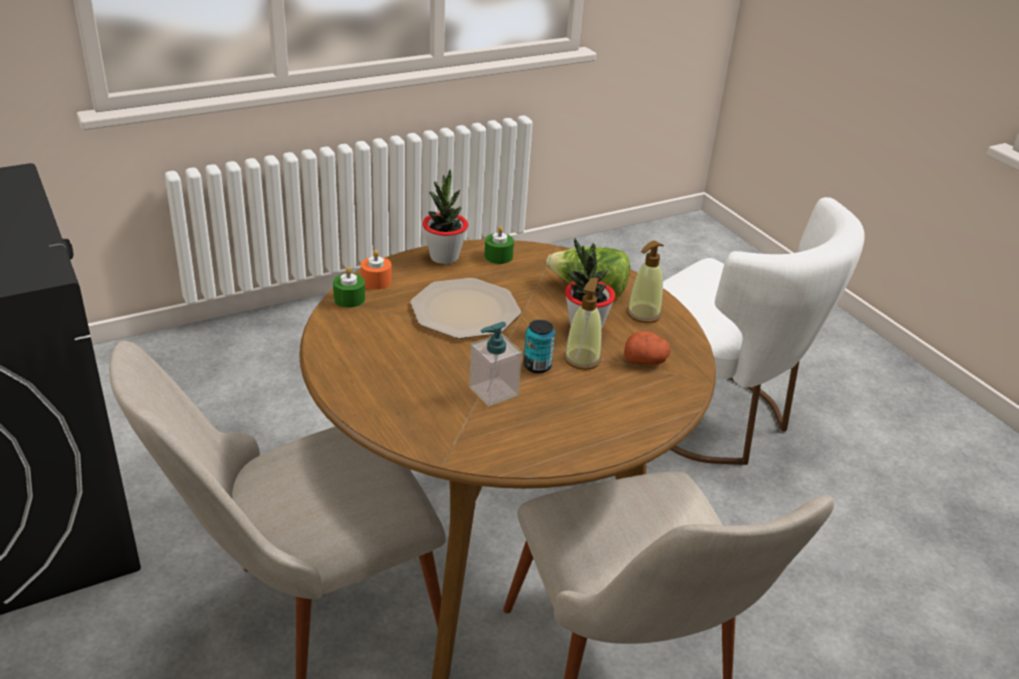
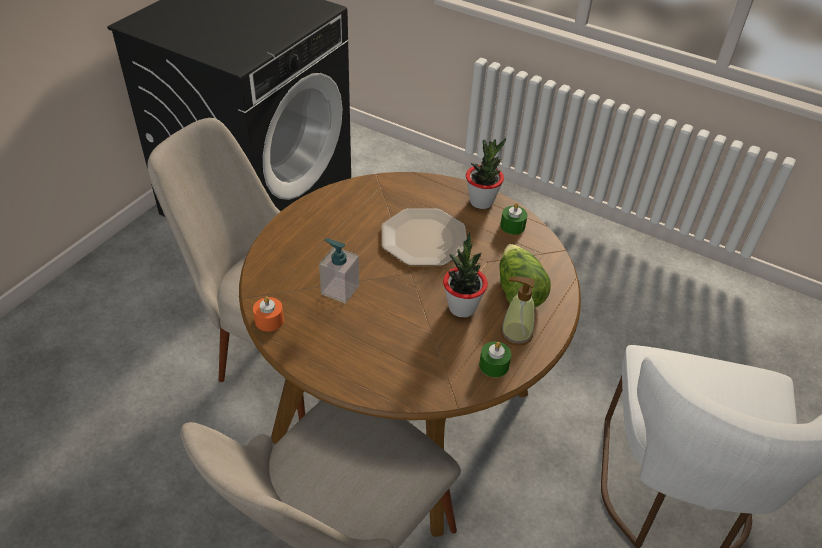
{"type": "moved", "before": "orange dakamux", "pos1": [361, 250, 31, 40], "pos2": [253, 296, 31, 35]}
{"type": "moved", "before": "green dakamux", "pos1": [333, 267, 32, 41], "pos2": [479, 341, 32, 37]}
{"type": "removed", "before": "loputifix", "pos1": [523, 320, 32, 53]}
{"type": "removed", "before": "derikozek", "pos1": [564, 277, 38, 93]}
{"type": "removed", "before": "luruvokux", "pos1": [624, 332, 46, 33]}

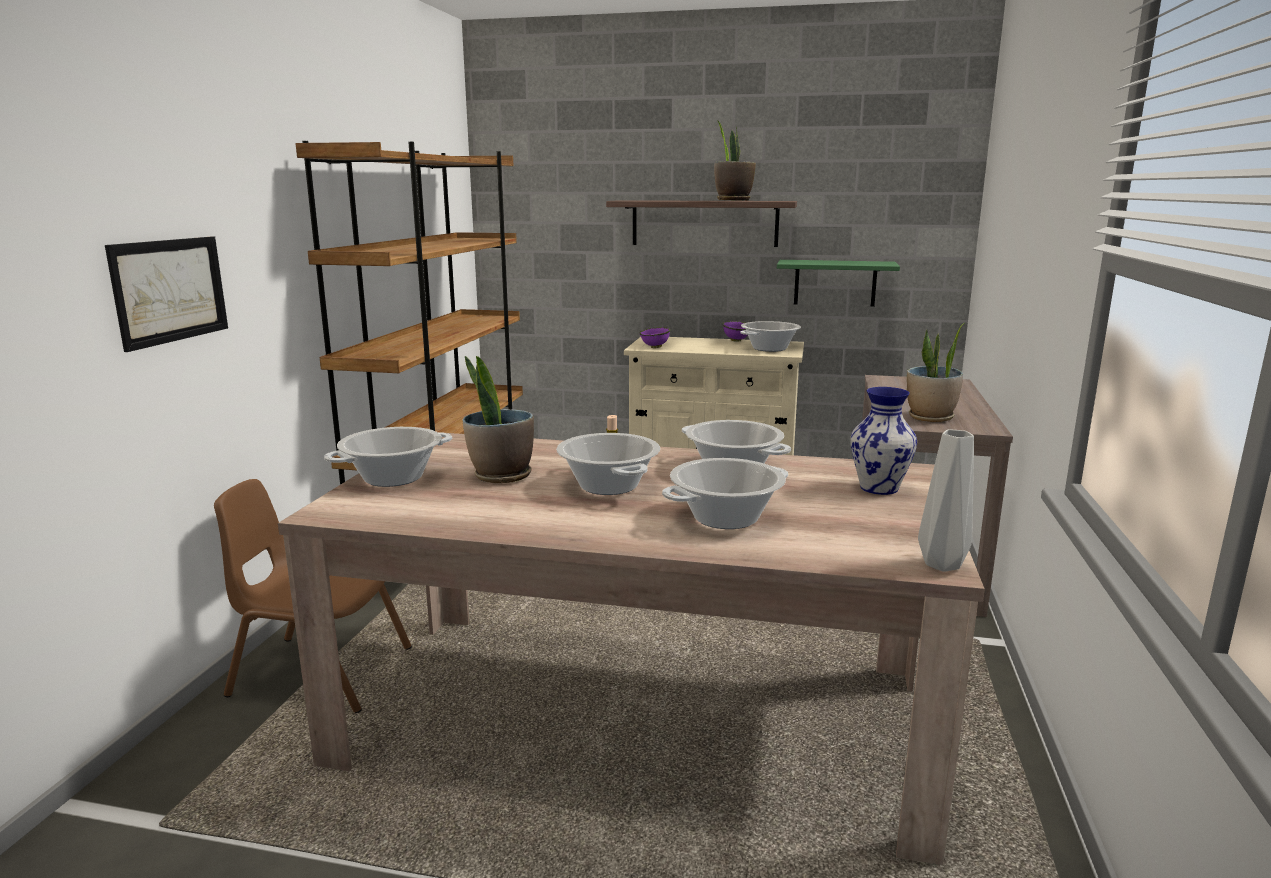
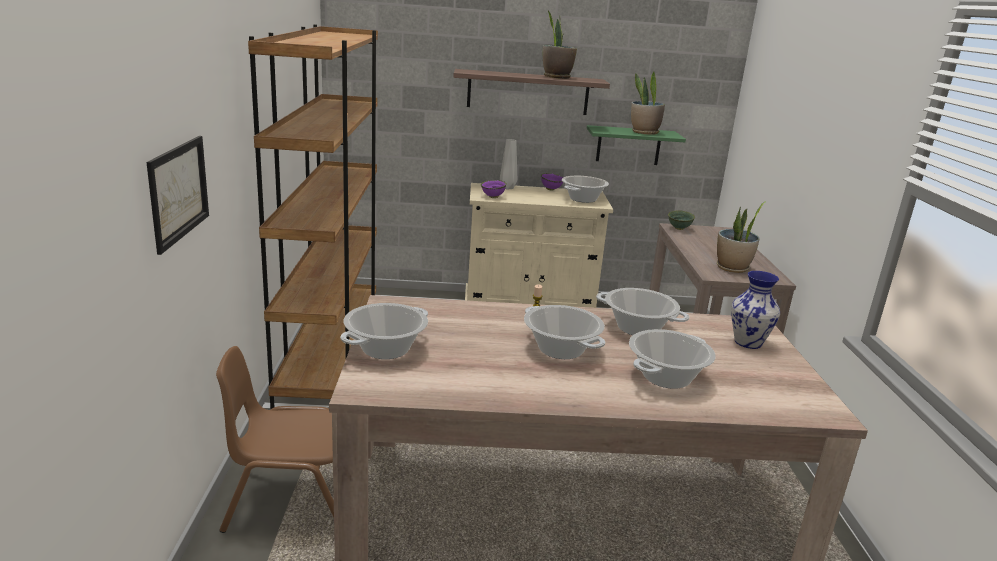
{"type": "moved", "before": "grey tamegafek", "pos1": [918, 429, 56, 143], "pos2": [500, 139, 17, 50]}
{"type": "moved", "before": "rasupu", "pos1": [463, 356, 71, 127], "pos2": [631, 72, 34, 63]}
{"type": "added", "after": "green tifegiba", "pos2": [668, 210, 27, 20]}

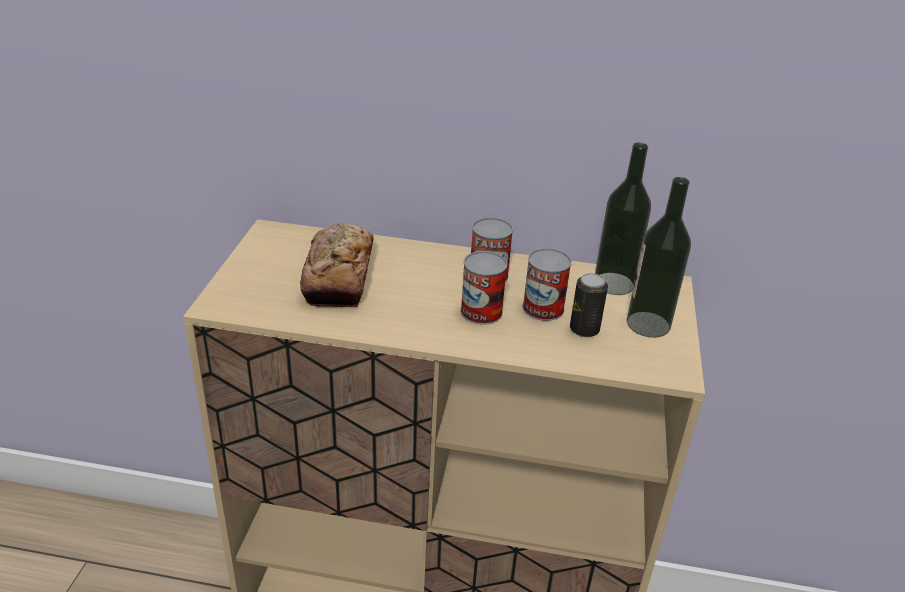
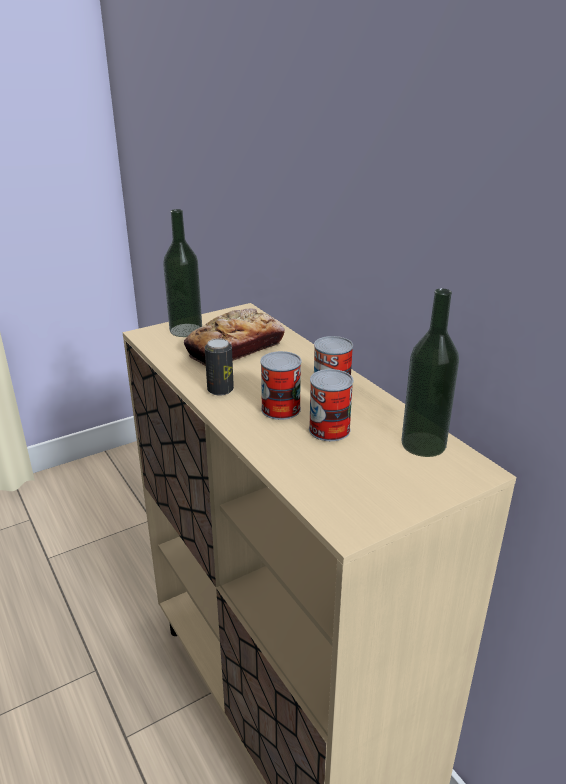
{"type": "moved", "before": "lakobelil", "pos1": [627, 177, 64, 161], "pos2": [163, 209, 39, 128]}
{"type": "moved", "before": "loputifix", "pos1": [570, 273, 38, 64], "pos2": [205, 338, 29, 58]}

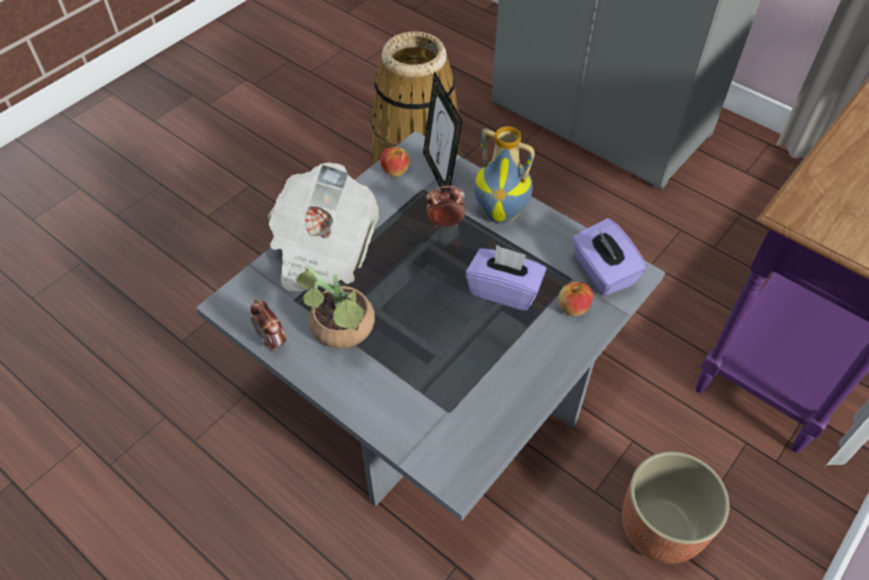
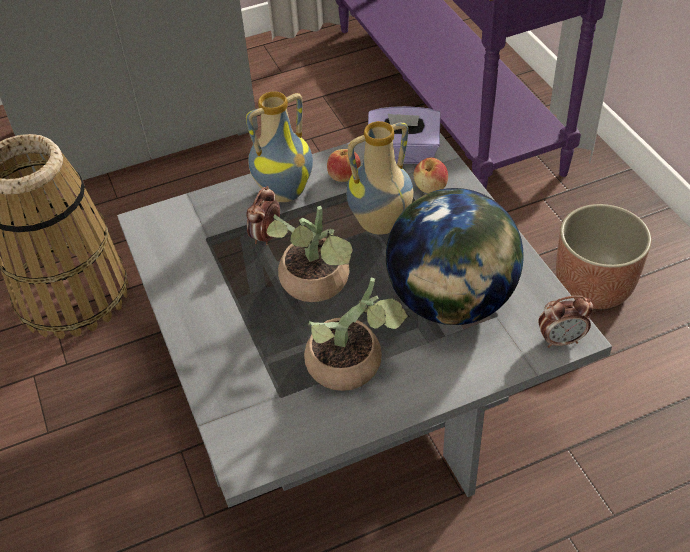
{"type": "added", "after": "rasupu", "pos2": [267, 206, 86, 96]}
{"type": "moved", "before": "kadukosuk", "pos1": [380, 147, 30, 30], "pos2": [327, 149, 34, 33]}
{"type": "replaced", "before": "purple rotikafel", "after": "tamegafek", "pos1": [465, 245, 81, 66], "pos2": [346, 121, 67, 114]}
{"type": "added", "after": "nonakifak", "pos2": [386, 188, 138, 137]}
{"type": "moved", "before": "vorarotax", "pos1": [250, 299, 36, 54], "pos2": [538, 296, 55, 52]}
{"type": "removed", "before": "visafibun", "pos1": [268, 163, 111, 128]}
{"type": "removed", "before": "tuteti", "pos1": [423, 71, 40, 120]}

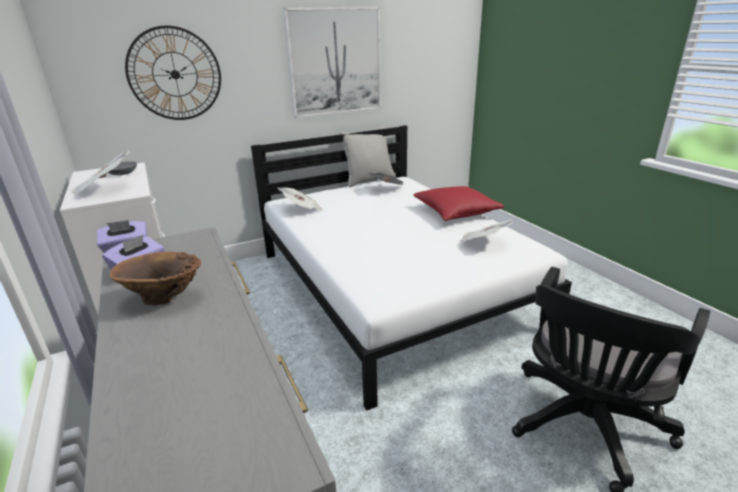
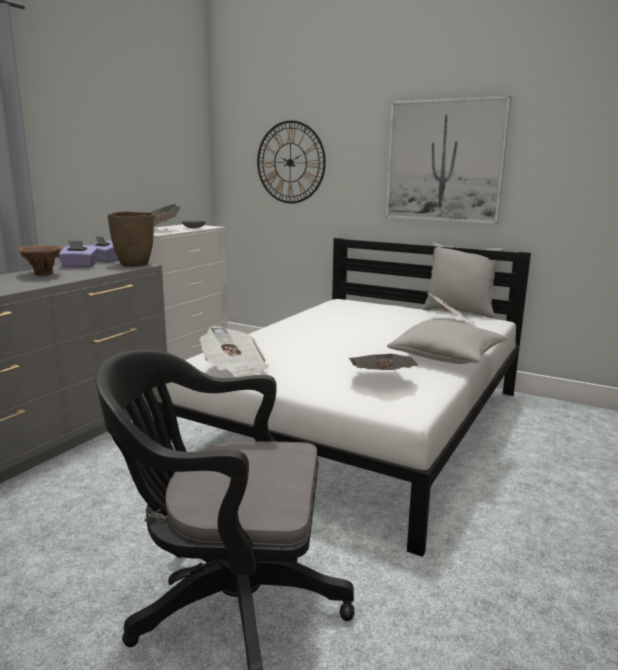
{"type": "added", "after": "brown tamegafek", "pos2": [108, 211, 46, 56]}
{"type": "moved", "before": "visafibun", "pos1": [278, 187, 45, 24], "pos2": [200, 326, 69, 51]}
{"type": "recoloured", "before": "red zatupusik", "after": "grey zatupusik", "pos1": [413, 186, 91, 35], "pos2": [387, 319, 121, 45]}

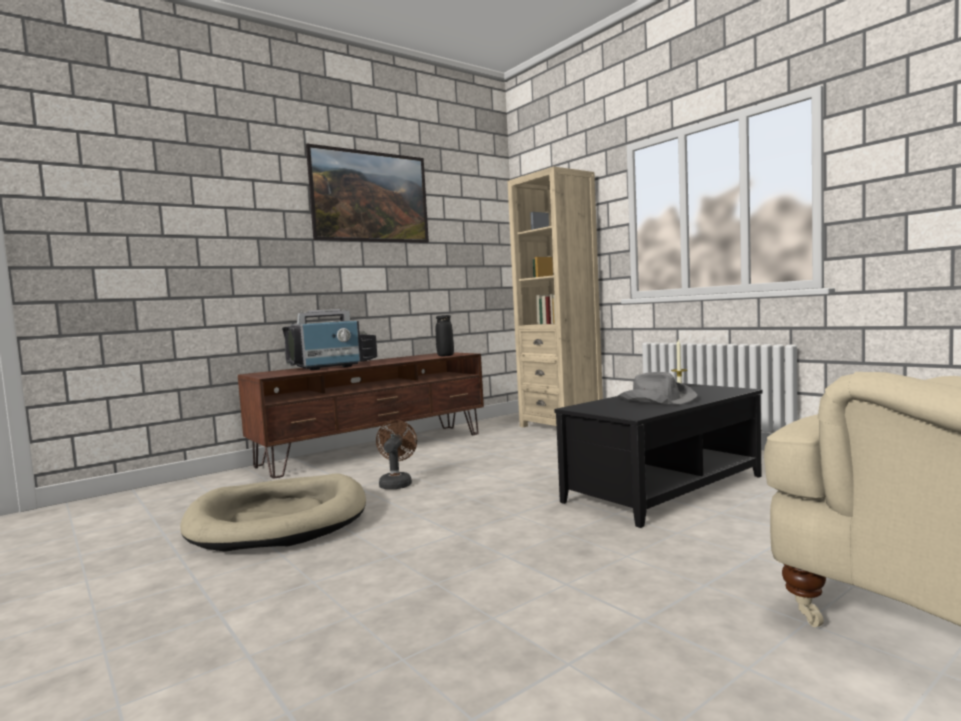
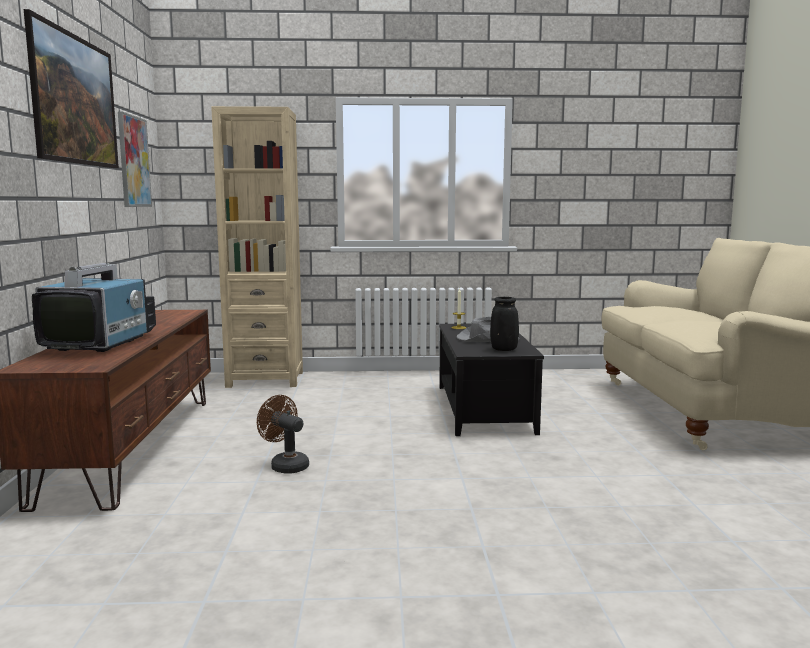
{"type": "added", "after": "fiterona", "pos2": [118, 111, 34, 96]}
{"type": "moved", "before": "black tamegafek", "pos1": [436, 315, 18, 41], "pos2": [490, 297, 29, 54]}
{"type": "removed", "before": "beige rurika", "pos1": [180, 473, 186, 79]}

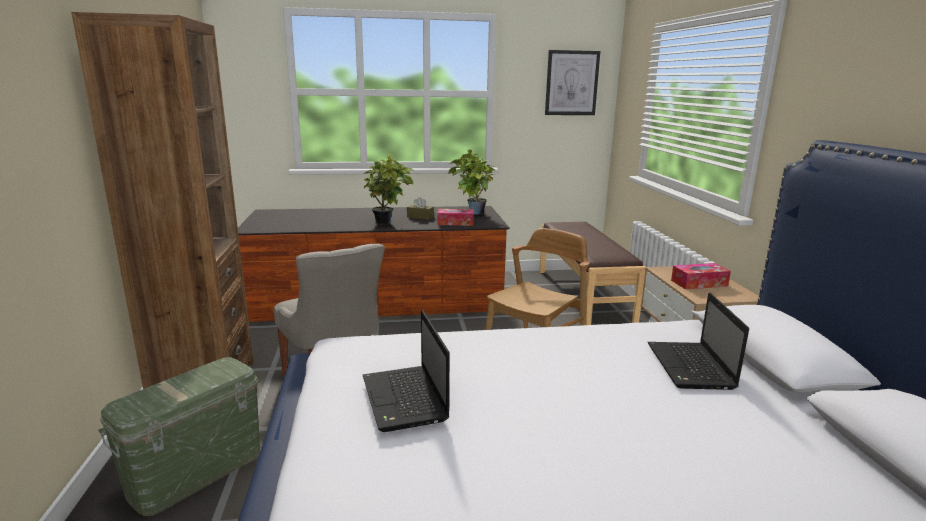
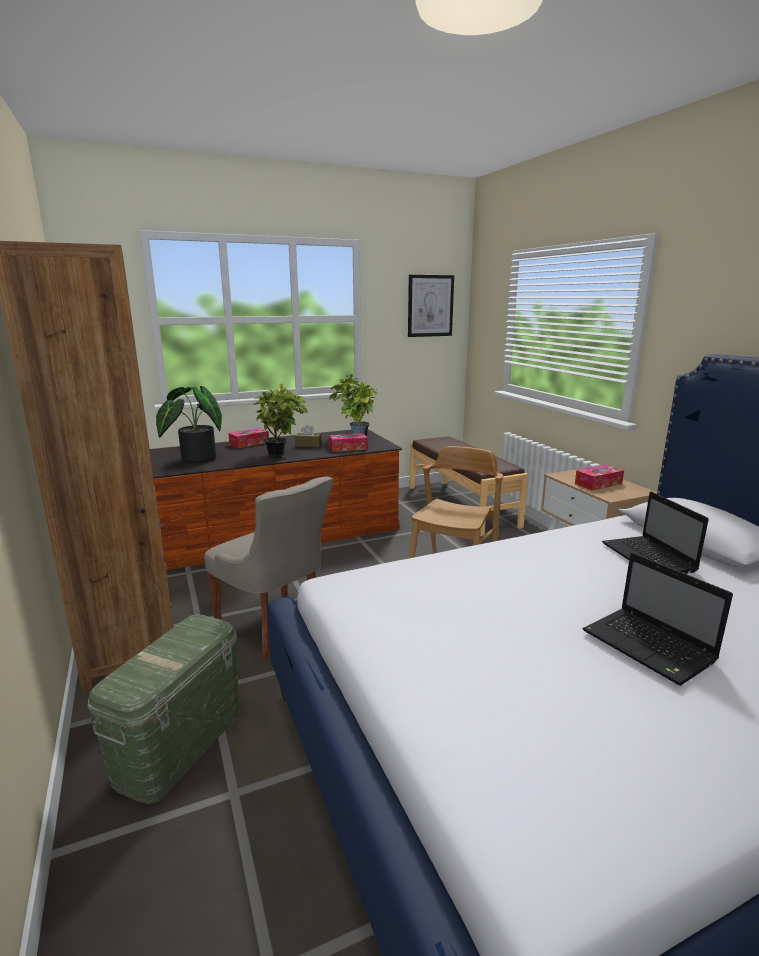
{"type": "added", "after": "rasupu", "pos2": [156, 386, 66, 77]}
{"type": "added", "after": "rotikafel", "pos2": [228, 428, 41, 20]}
{"type": "moved", "before": "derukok", "pos1": [362, 310, 87, 122], "pos2": [583, 552, 150, 134]}

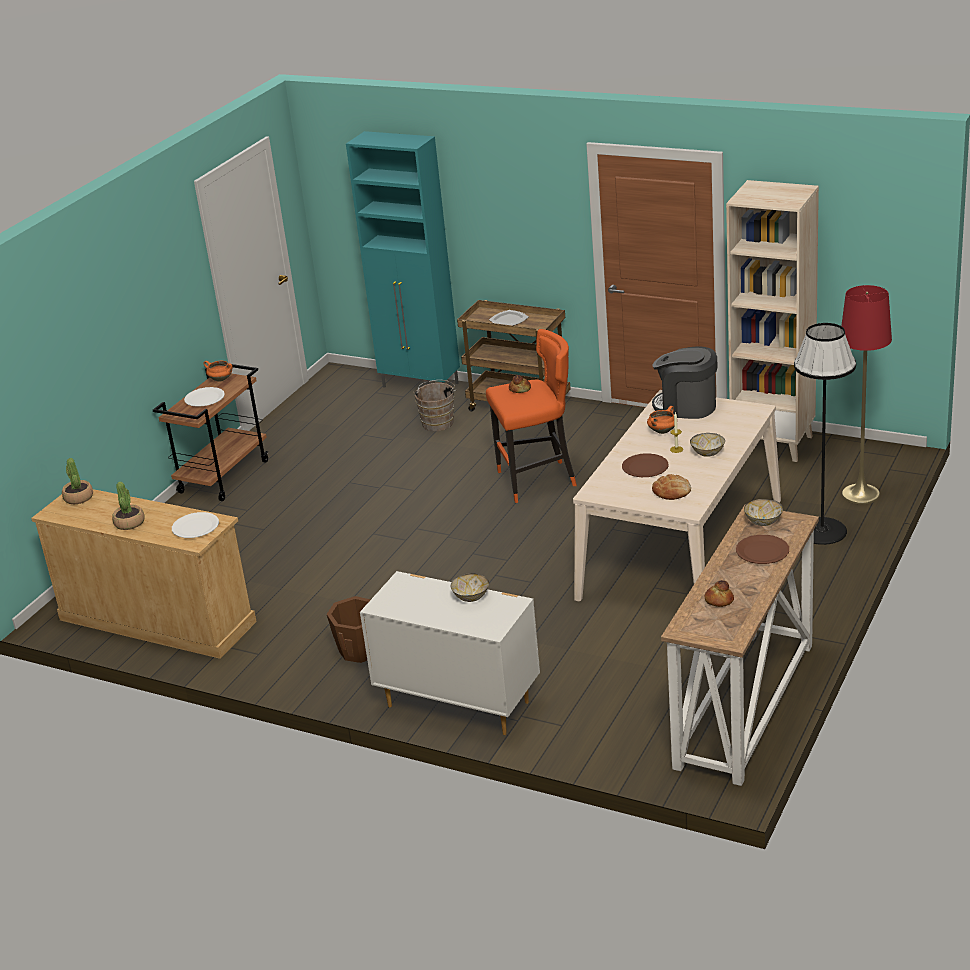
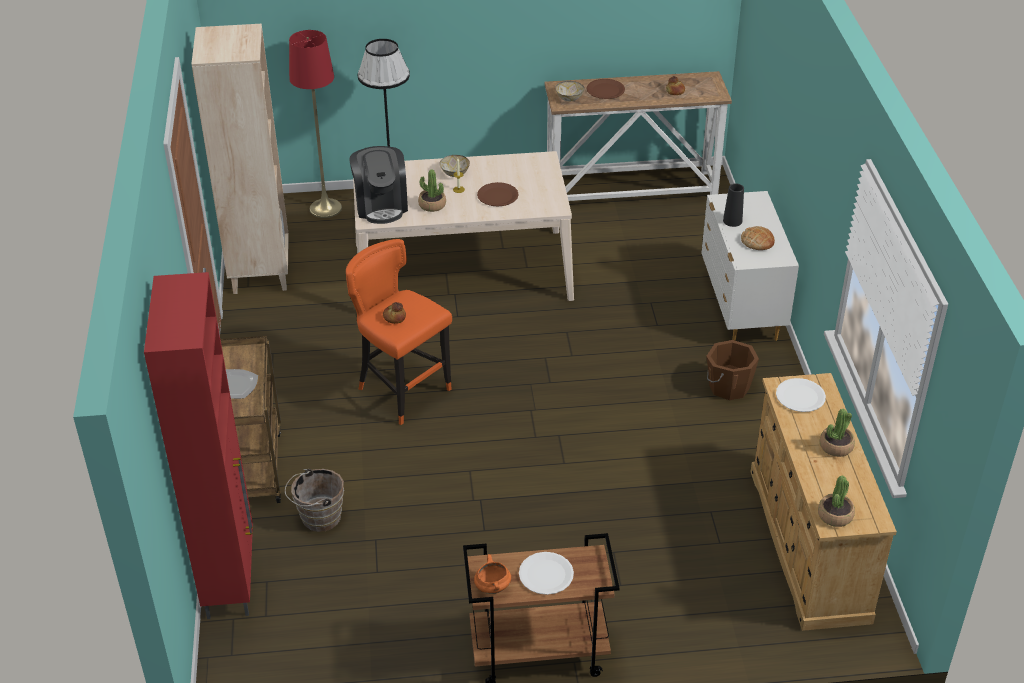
{"type": "recoloured", "before": "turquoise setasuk", "after": "red setasuk", "pos1": [346, 131, 114, 256], "pos2": [144, 272, 109, 347]}
{"type": "replaced", "before": "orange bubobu", "after": "rasupu", "pos1": [647, 406, 27, 28], "pos2": [418, 170, 28, 42]}
{"type": "replaced", "before": "tifegiba", "after": "black tamegafek", "pos1": [451, 573, 38, 29], "pos2": [723, 184, 21, 43]}
{"type": "moved", "before": "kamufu", "pos1": [652, 474, 39, 26], "pos2": [741, 226, 34, 24]}

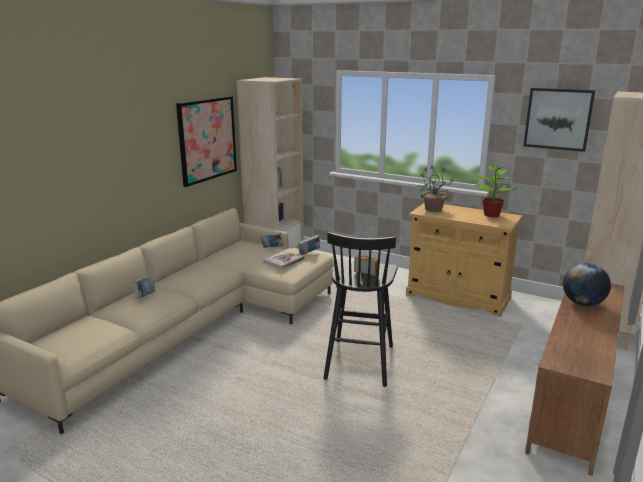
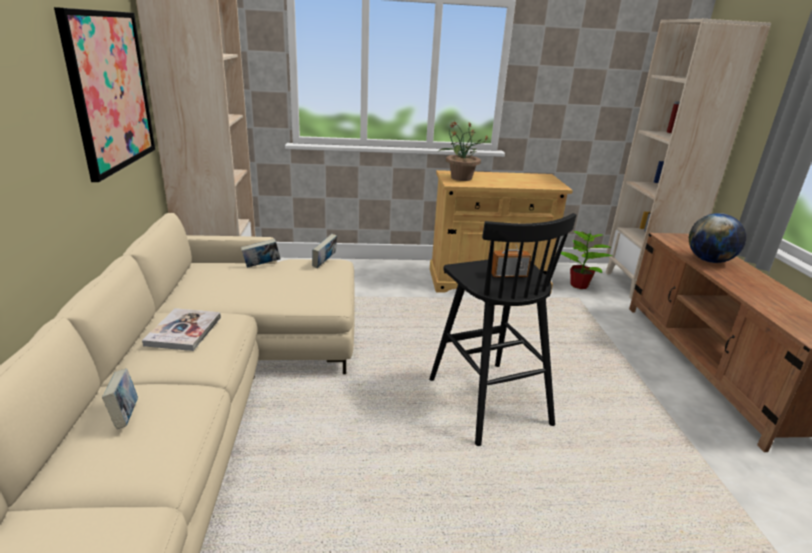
{"type": "moved", "before": "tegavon", "pos1": [263, 250, 42, 19], "pos2": [142, 308, 79, 43]}
{"type": "moved", "before": "rasupu", "pos1": [474, 162, 44, 55], "pos2": [556, 228, 56, 61]}
{"type": "removed", "before": "fiterona", "pos1": [523, 88, 72, 64]}

